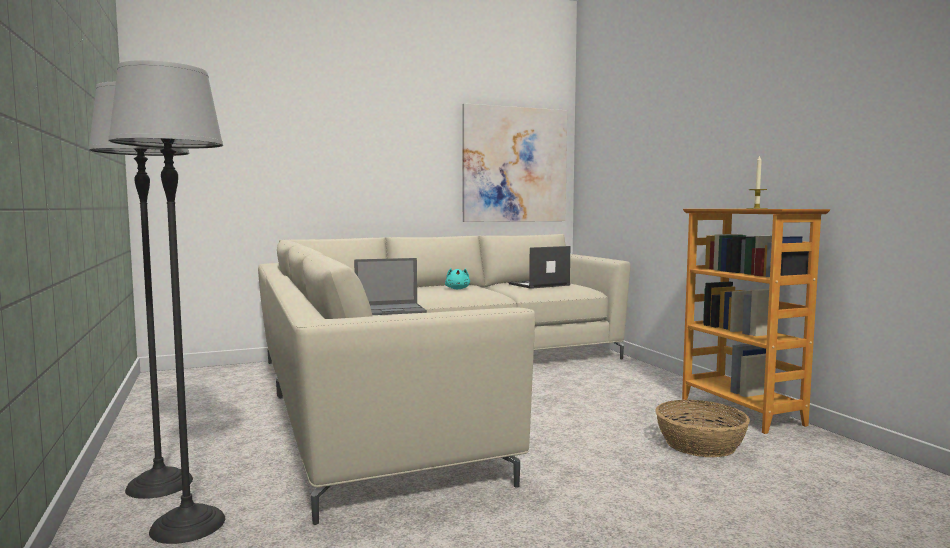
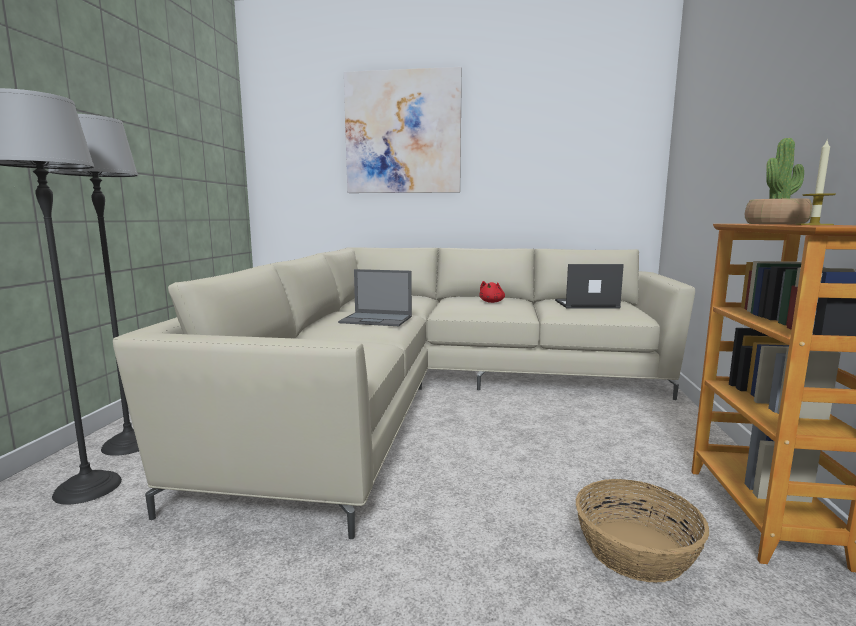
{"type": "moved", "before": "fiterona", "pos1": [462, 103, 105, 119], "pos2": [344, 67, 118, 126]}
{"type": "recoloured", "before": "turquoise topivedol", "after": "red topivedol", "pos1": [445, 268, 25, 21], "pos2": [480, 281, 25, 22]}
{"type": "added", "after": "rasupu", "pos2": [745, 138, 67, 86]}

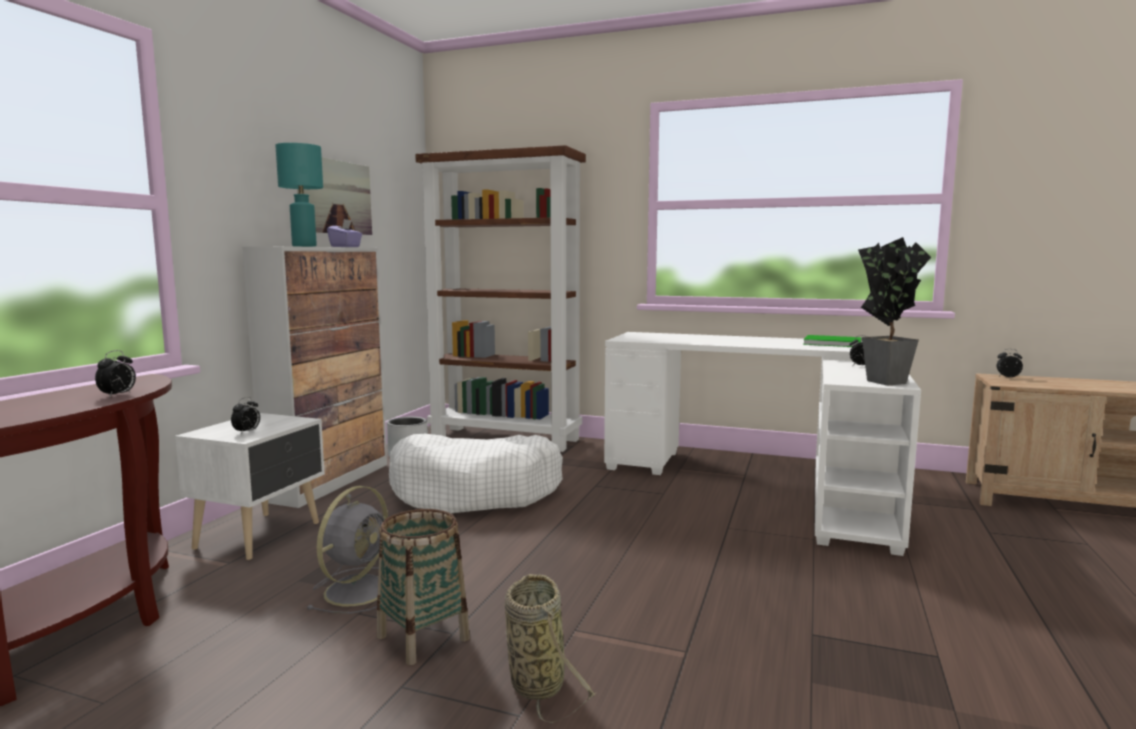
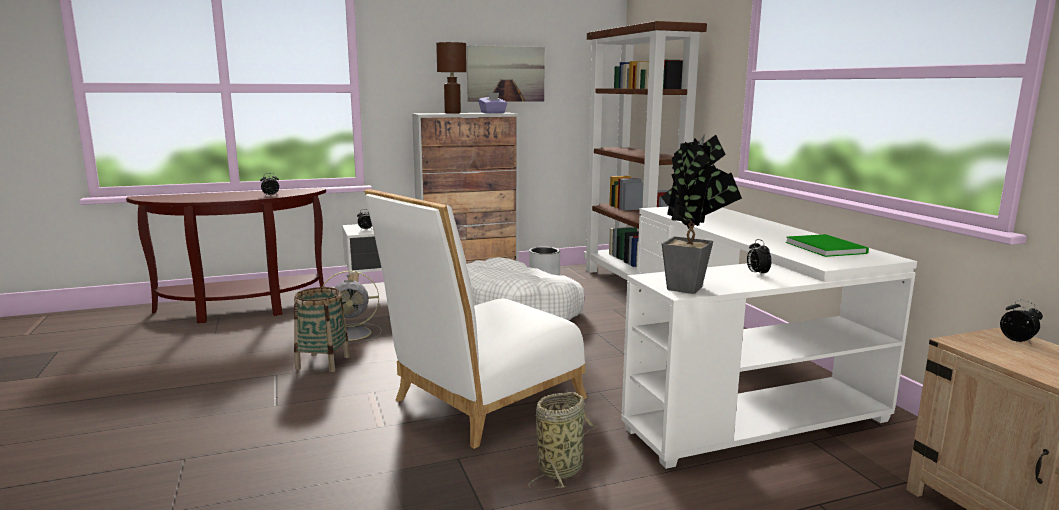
{"type": "added", "after": "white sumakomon", "pos2": [364, 189, 223, 260]}
{"type": "recoloured", "before": "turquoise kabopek", "after": "brown kabopek", "pos1": [275, 143, 48, 104], "pos2": [436, 42, 31, 72]}
{"type": "moved", "before": "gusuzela", "pos1": [504, 574, 93, 150], "pos2": [528, 392, 69, 98]}

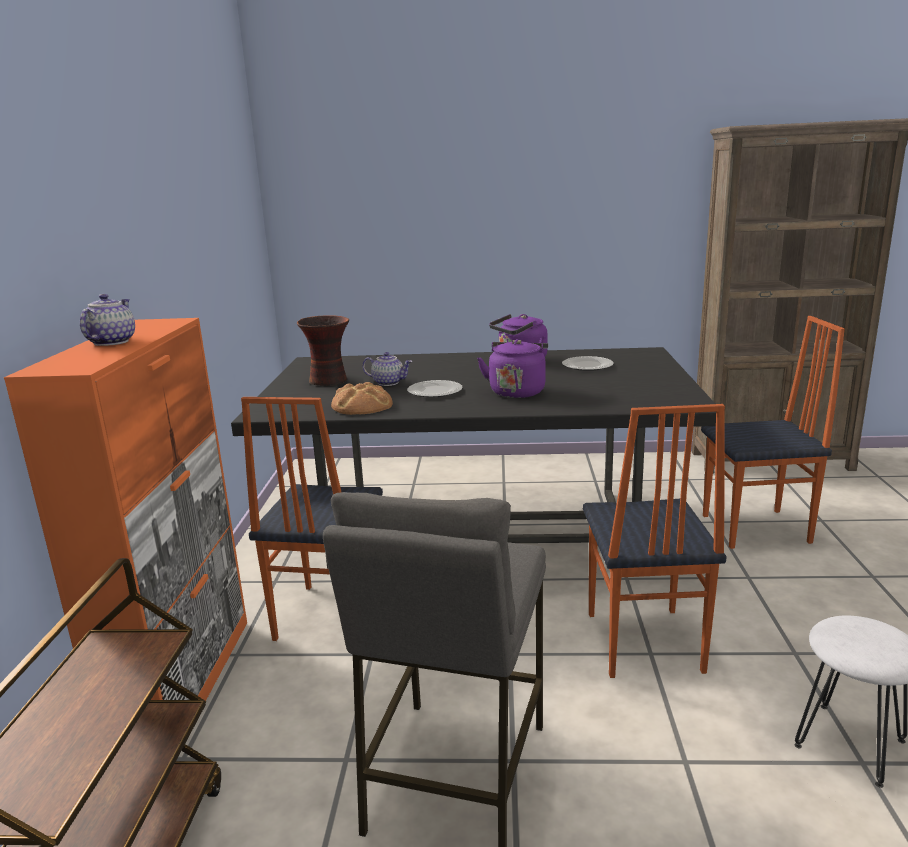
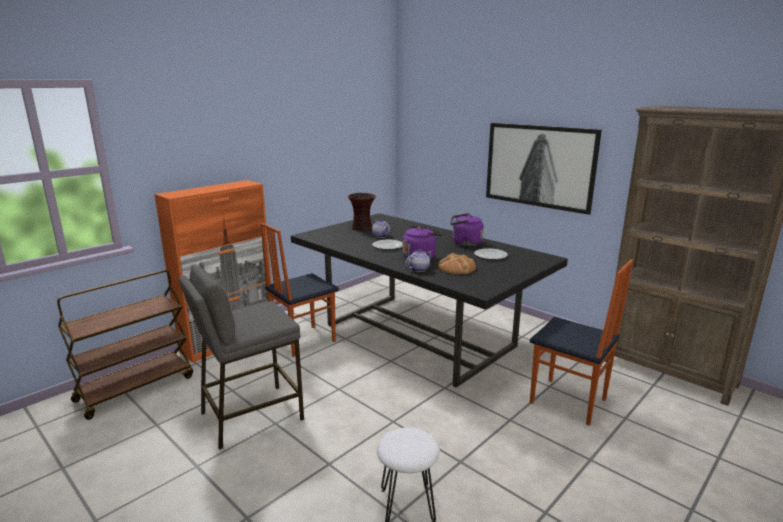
{"type": "moved", "before": "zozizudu", "pos1": [80, 294, 55, 52], "pos2": [405, 249, 28, 23]}
{"type": "moved", "before": "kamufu", "pos1": [331, 382, 62, 33], "pos2": [438, 253, 38, 21]}
{"type": "added", "after": "fiterona", "pos2": [486, 123, 116, 92]}
{"type": "removed", "before": "sumakomon", "pos1": [583, 404, 144, 274]}

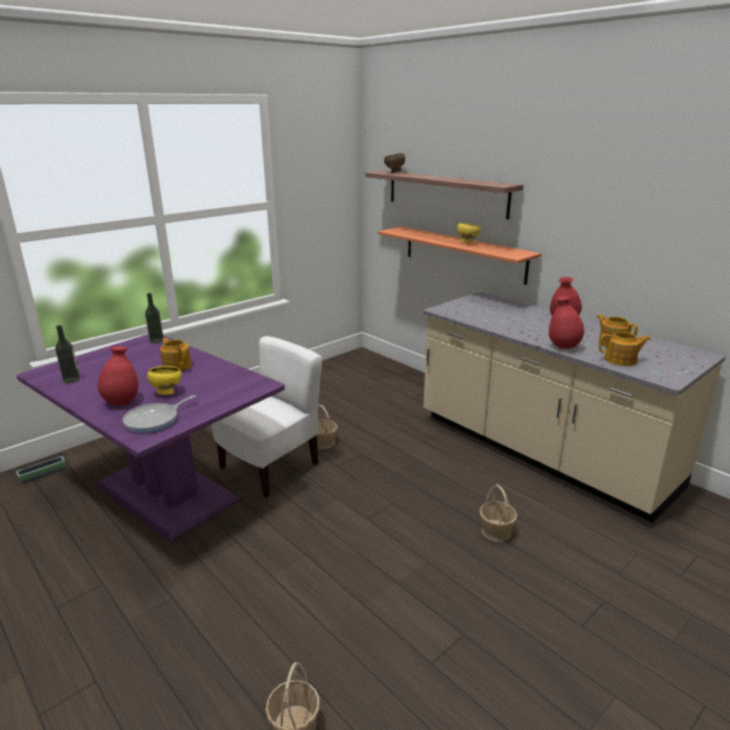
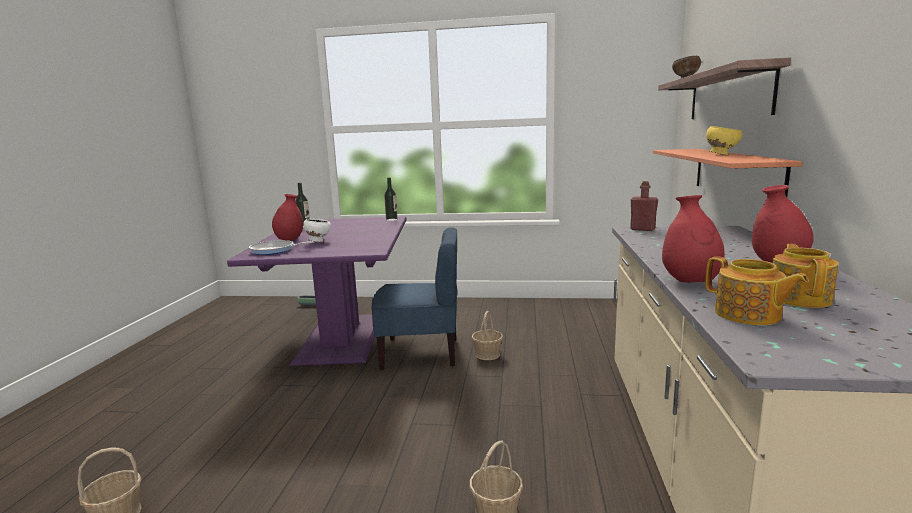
{"type": "recoloured", "before": "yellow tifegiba", "after": "white tifegiba", "pos1": [147, 366, 35, 29], "pos2": [303, 219, 28, 23]}
{"type": "recoloured", "before": "white sumakomon", "after": "blue sumakomon", "pos1": [212, 336, 110, 162], "pos2": [371, 227, 86, 143]}
{"type": "added", "after": "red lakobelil", "pos2": [630, 181, 28, 50]}
{"type": "removed", "before": "zozizudu", "pos1": [160, 338, 32, 33]}

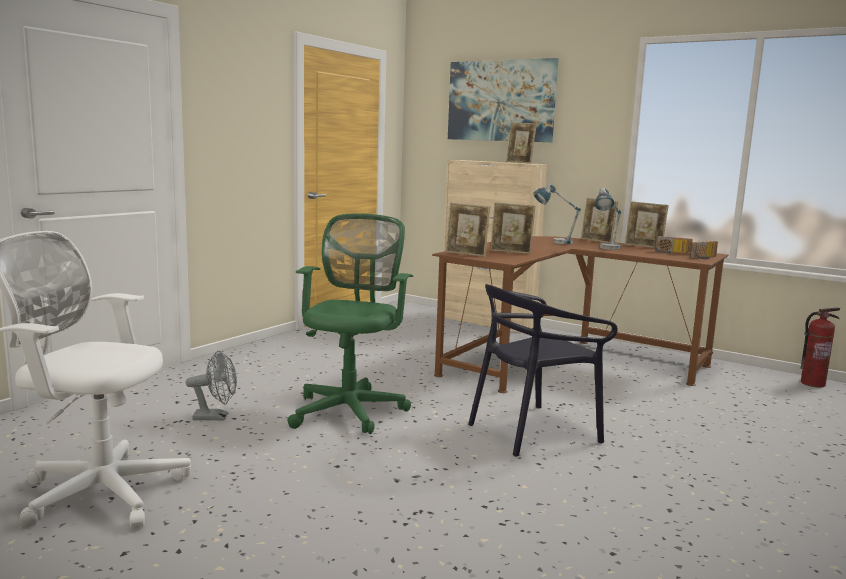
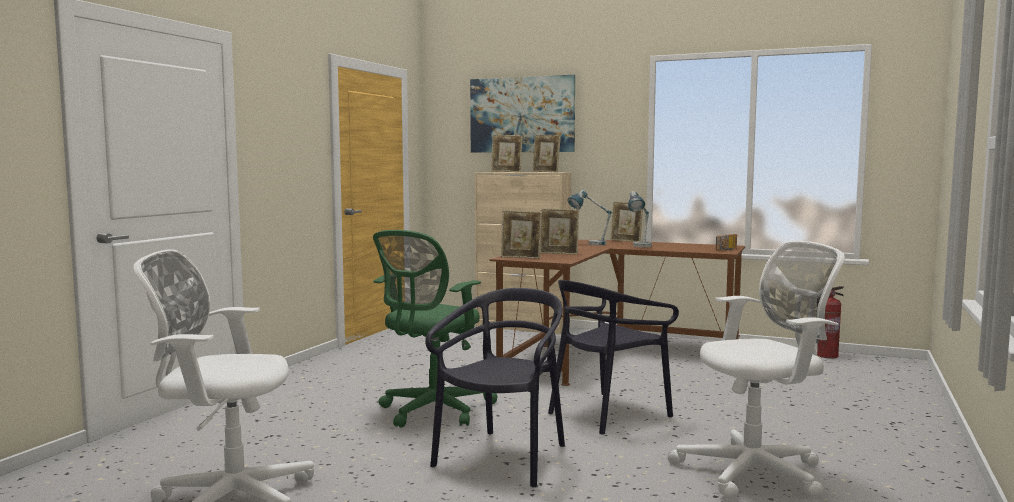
{"type": "turned", "before": "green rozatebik", "pos1": [287, 213, 126, 221], "pos2": [373, 230, 125, 198], "turn": -150}
{"type": "added", "after": "black sumakomon", "pos2": [425, 288, 140, 199]}
{"type": "moved", "before": "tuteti", "pos1": [625, 201, 44, 47], "pos2": [491, 135, 32, 37]}
{"type": "added", "after": "white rozatebik", "pos2": [668, 241, 177, 258]}
{"type": "removed", "before": "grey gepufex", "pos1": [185, 351, 52, 69]}
{"type": "removed", "before": "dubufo", "pos1": [653, 236, 40, 18]}

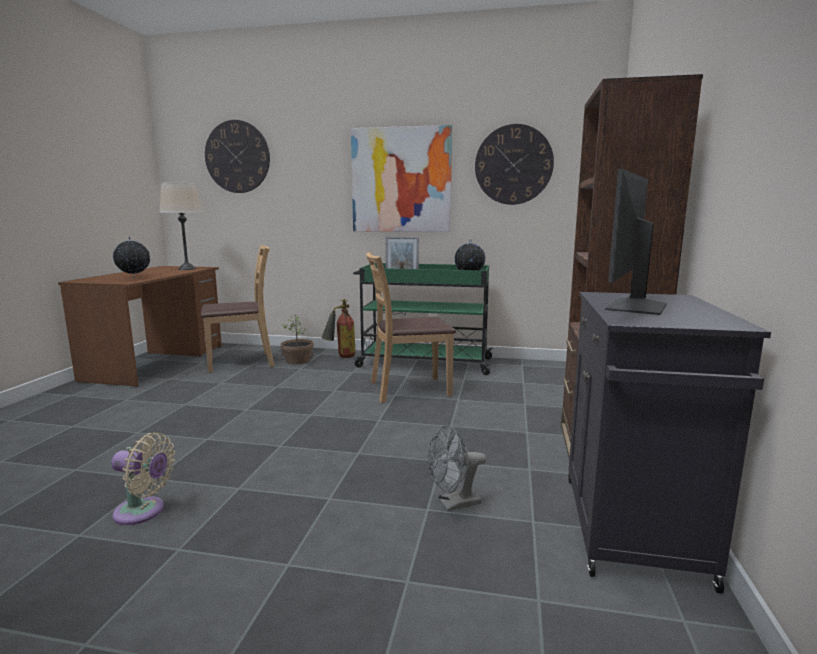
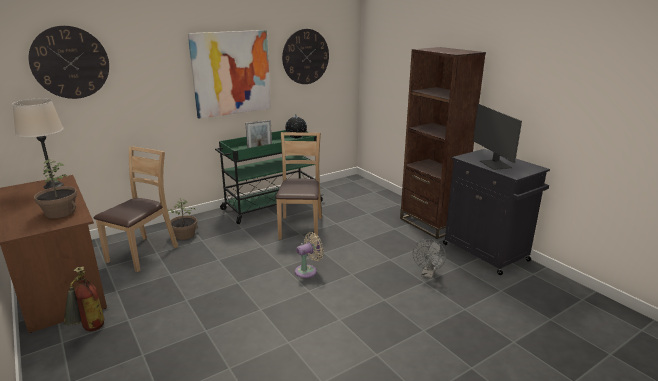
{"type": "replaced", "before": "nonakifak", "after": "rasupu", "pos1": [113, 237, 37, 41], "pos2": [34, 159, 43, 59]}
{"type": "moved", "before": "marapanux", "pos1": [321, 299, 35, 59], "pos2": [63, 267, 41, 64]}
{"type": "turned", "before": "brown sumakomon", "pos1": [366, 252, 90, 151], "pos2": [275, 132, 47, 107], "turn": 150}
{"type": "moved", "before": "beige gepufex", "pos1": [111, 432, 64, 93], "pos2": [295, 232, 29, 46]}

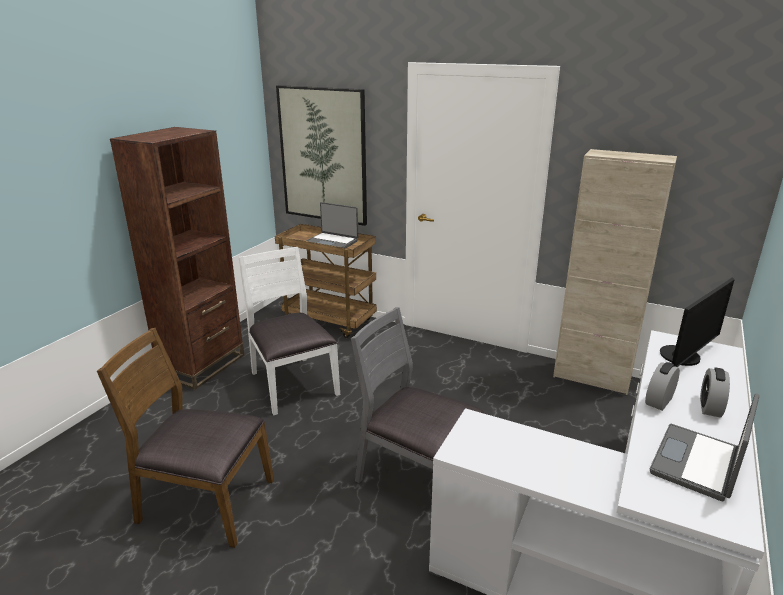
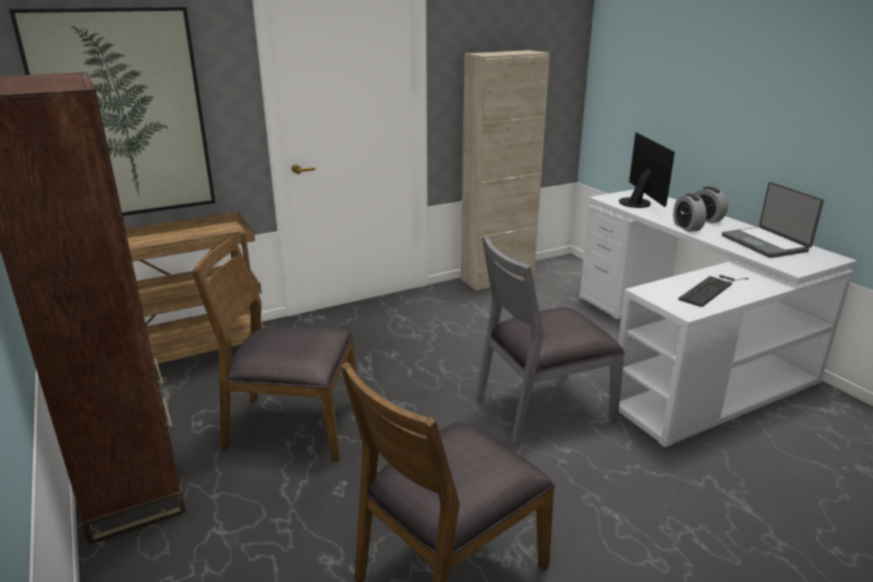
{"type": "recoloured", "before": "white sumakomon", "after": "brown sumakomon", "pos1": [239, 247, 101, 168], "pos2": [191, 236, 166, 225]}
{"type": "added", "after": "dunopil", "pos2": [678, 275, 71, 32]}
{"type": "removed", "before": "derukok", "pos1": [306, 202, 52, 46]}

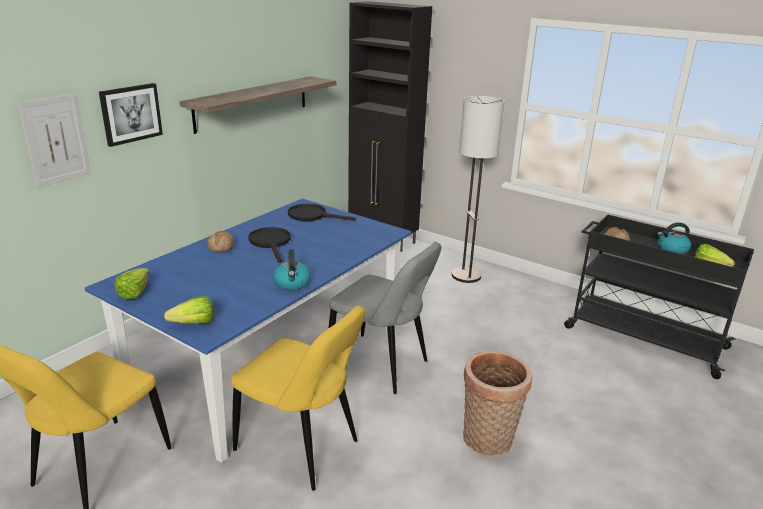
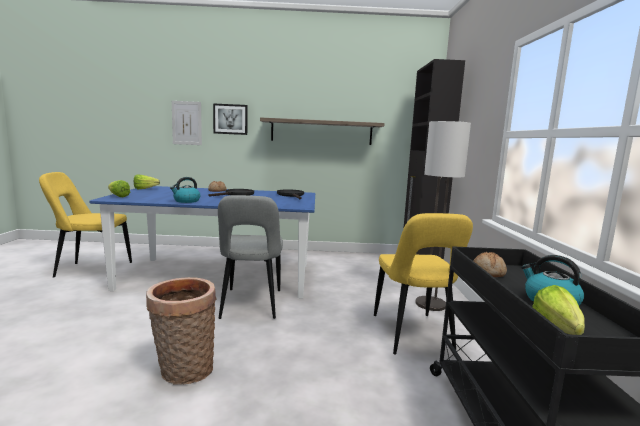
{"type": "moved", "before": "yellow sumakomon", "pos1": [231, 305, 134, 186], "pos2": [374, 213, 99, 142]}

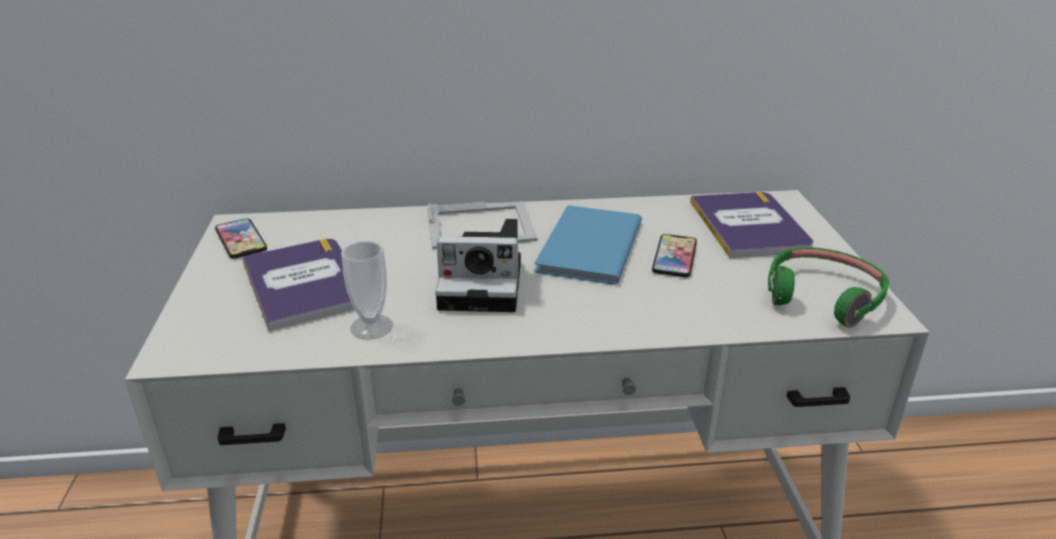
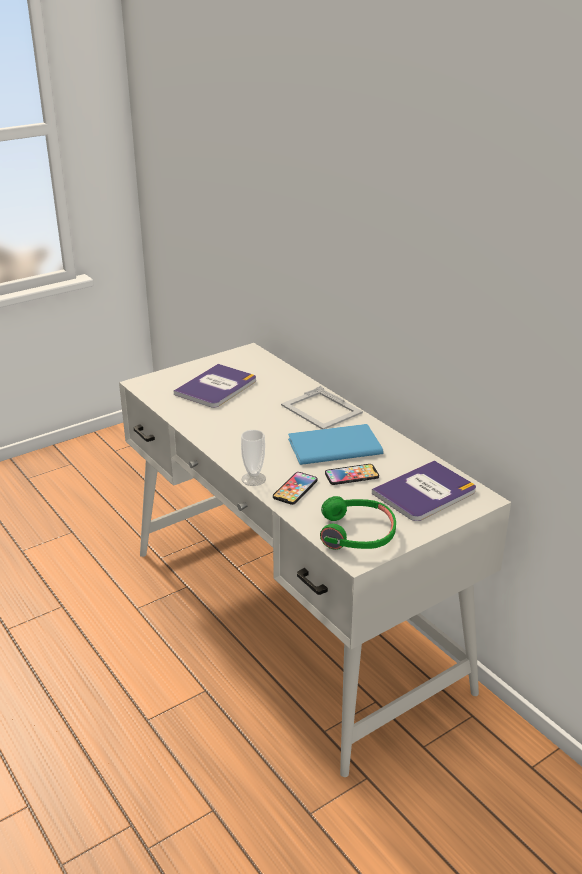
{"type": "moved", "before": "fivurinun", "pos1": [341, 241, 52, 99], "pos2": [241, 430, 25, 56]}
{"type": "moved", "before": "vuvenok", "pos1": [215, 219, 52, 40], "pos2": [273, 472, 44, 33]}
{"type": "removed", "before": "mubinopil", "pos1": [435, 219, 86, 93]}

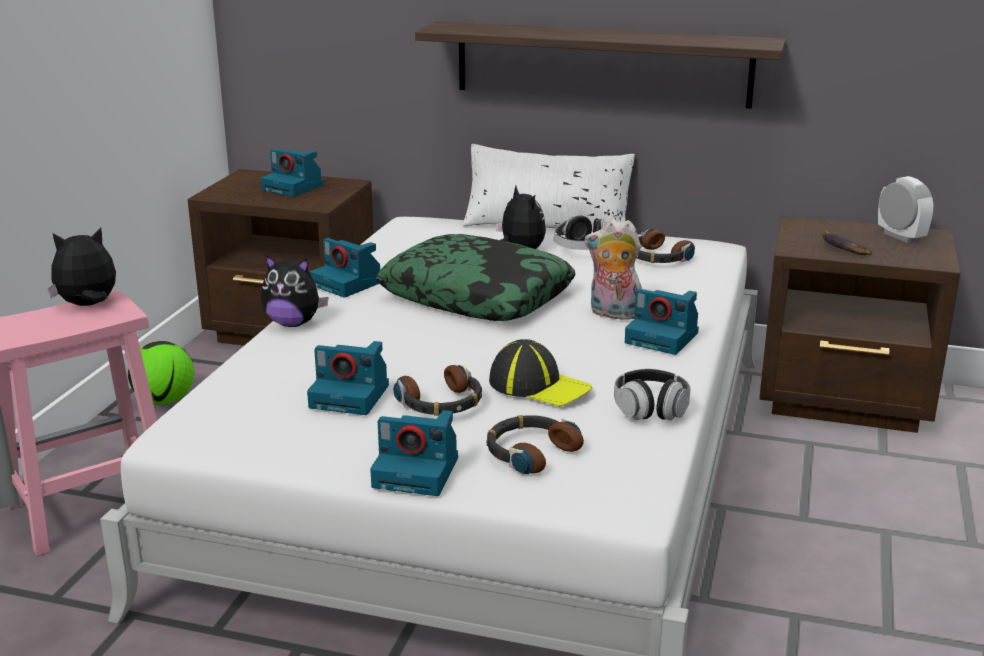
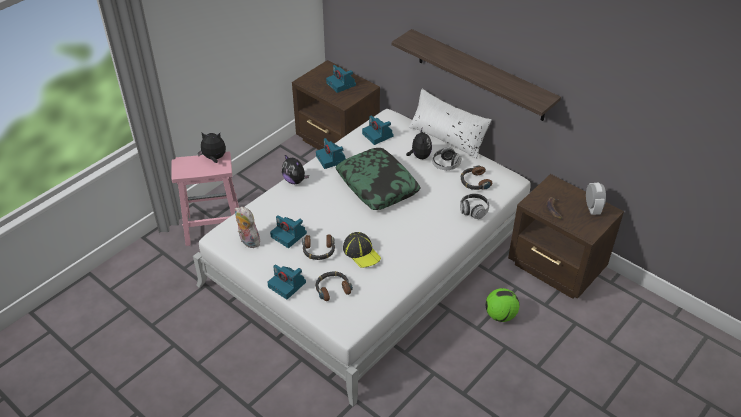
{"type": "moved", "before": "topivedol", "pos1": [585, 219, 57, 101], "pos2": [235, 206, 26, 42]}
{"type": "moved", "before": "mubinopil", "pos1": [625, 289, 74, 66], "pos2": [362, 115, 32, 30]}
{"type": "moved", "before": "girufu", "pos1": [614, 369, 77, 51], "pos2": [460, 194, 29, 25]}
{"type": "moved", "before": "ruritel", "pos1": [128, 341, 66, 64], "pos2": [486, 288, 33, 34]}

